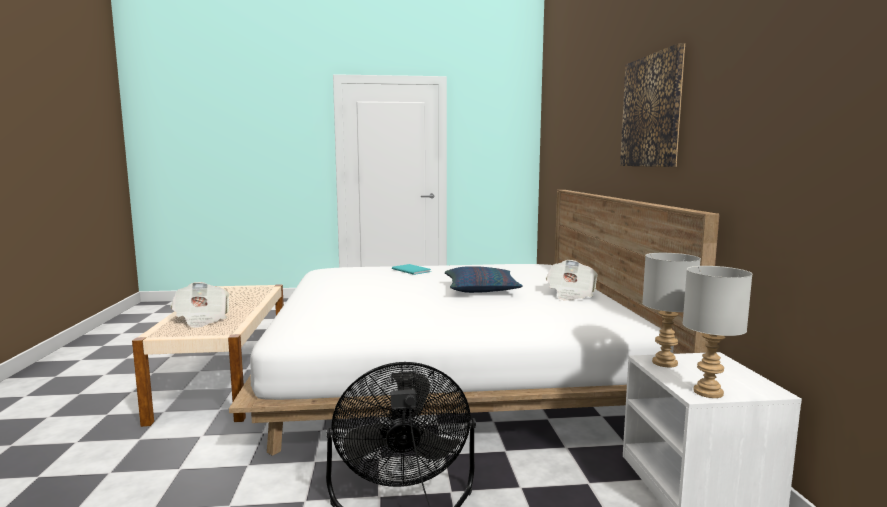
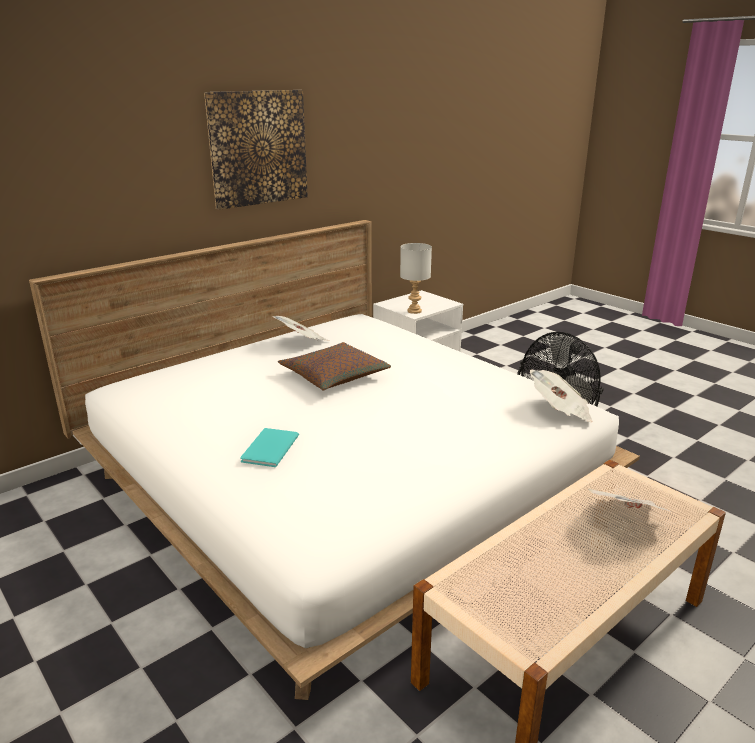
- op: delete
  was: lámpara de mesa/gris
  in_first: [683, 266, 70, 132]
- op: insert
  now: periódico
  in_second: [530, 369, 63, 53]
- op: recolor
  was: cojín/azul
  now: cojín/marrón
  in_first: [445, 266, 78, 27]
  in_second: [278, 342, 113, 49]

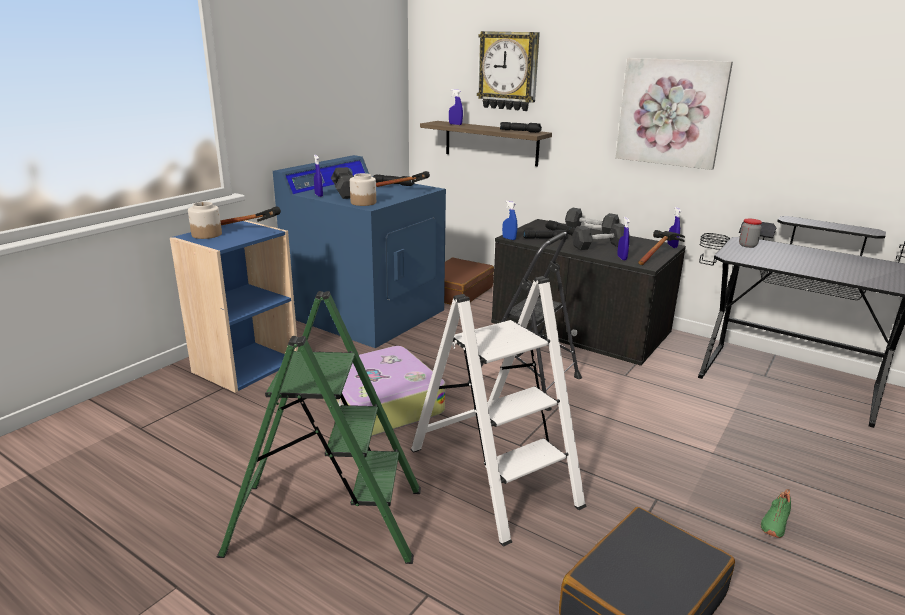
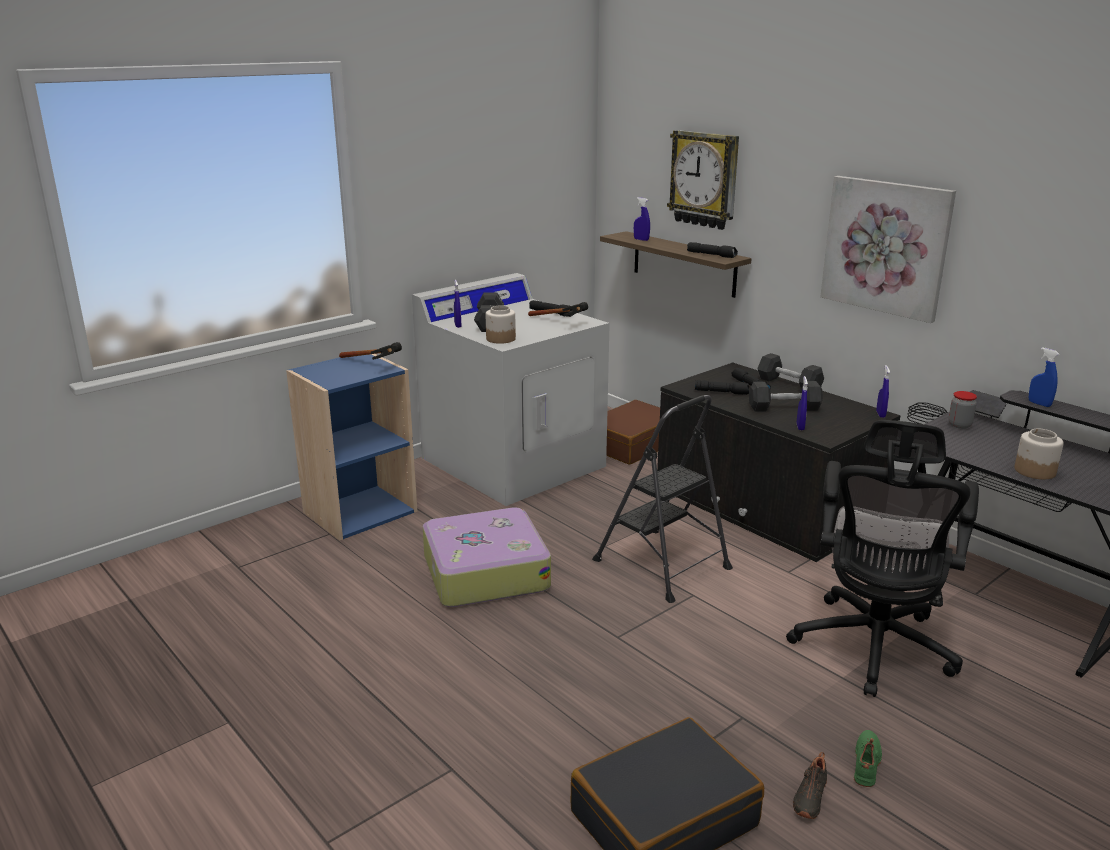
- op: delete
  was: escalera de tijera/verde
  in_first: [217, 291, 204, 273]
- op: delete
  was: escalera de tijera/blanco
  in_first: [411, 276, 175, 271]
- op: delete
  was: martillo
  in_first: [638, 230, 47, 35]
- op: insert
  now: silla de oficina
  in_second: [786, 420, 193, 277]
- op: insert
  now: zapato/negro
  in_second: [793, 752, 34, 67]
- op: move
  was: tarro
  in_first: [188, 202, 34, 37]
  in_second: [1014, 429, 50, 50]
- op: move
  was: pulverizador/azul
  in_first: [502, 201, 15, 39]
  in_second: [1029, 347, 30, 60]
- op: recolor
  was: lavadora/azul
  now: lavadora/blanco
  in_first: [273, 155, 173, 193]
  in_second: [412, 273, 198, 233]
- op: rotate
  was: zapato/verde
  in_first: [761, 489, 30, 49]
  in_second: [854, 730, 28, 57]
  clockwise: 150

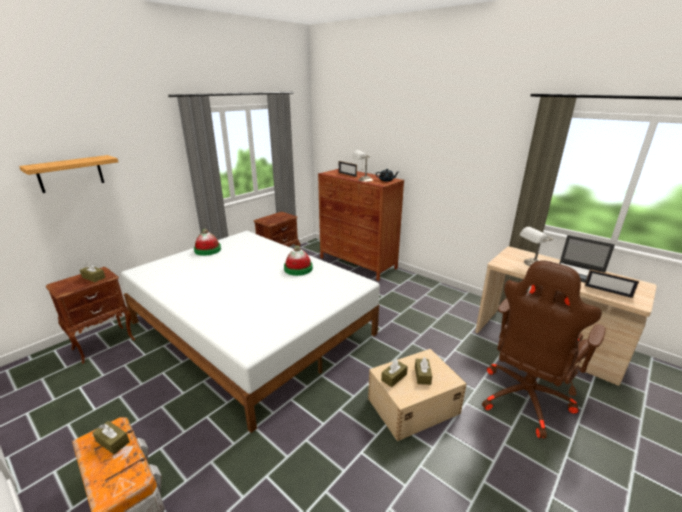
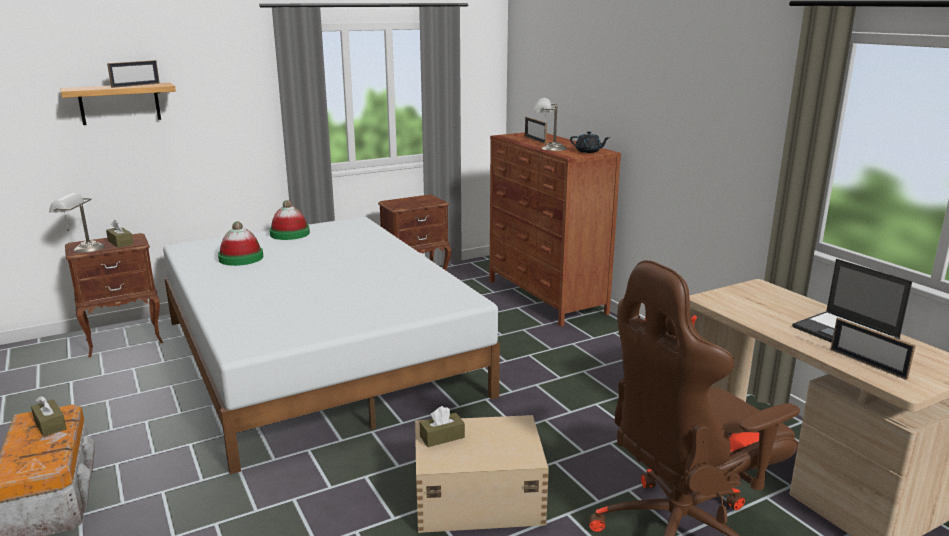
- op: delete
  was: caja de pañuelos/marrón
  in_first: [415, 357, 17, 28]
- op: insert
  now: portarretratos
  in_second: [107, 60, 53, 28]
- op: move
  was: sombrero
  in_first: [284, 245, 29, 31]
  in_second: [218, 221, 45, 45]
- op: move
  was: lámpara de mesa/blanco
  in_first: [520, 227, 33, 39]
  in_second: [49, 193, 56, 60]

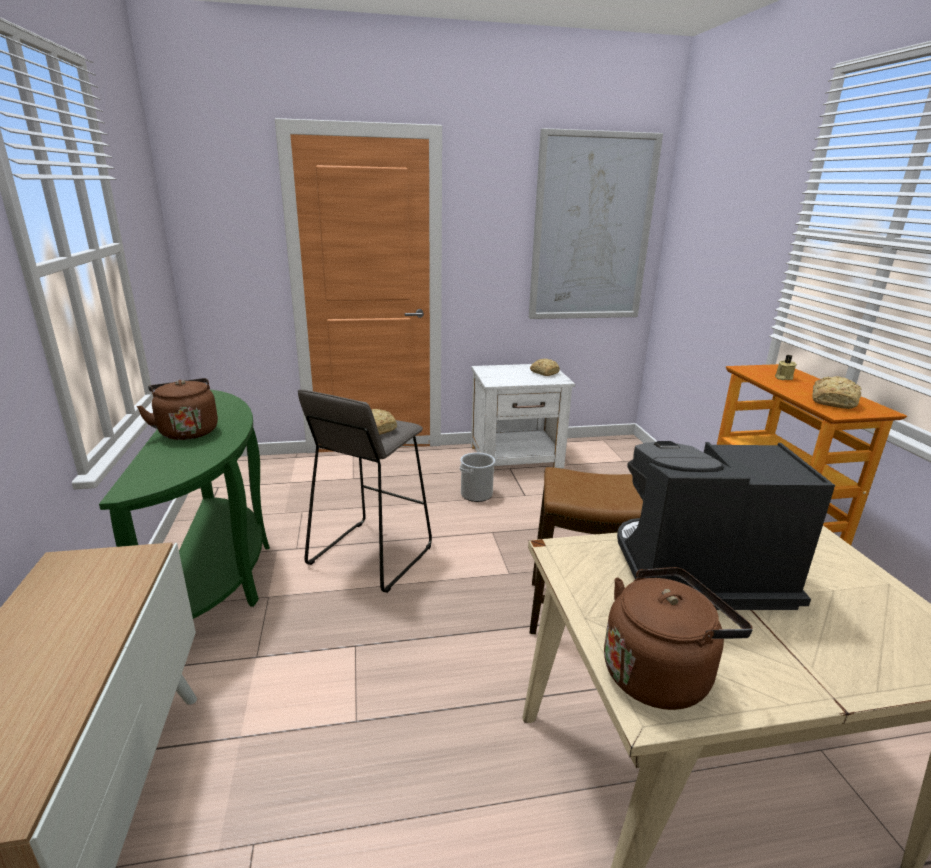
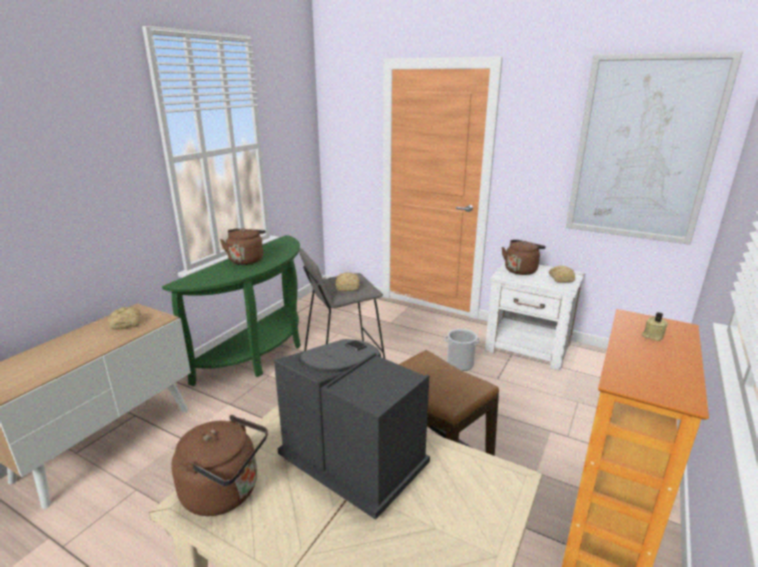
- op: insert
  now: hervidor/marrón
  in_second: [502, 240, 44, 35]
- op: move
  was: pan
  in_first: [812, 376, 49, 33]
  in_second: [108, 307, 33, 23]

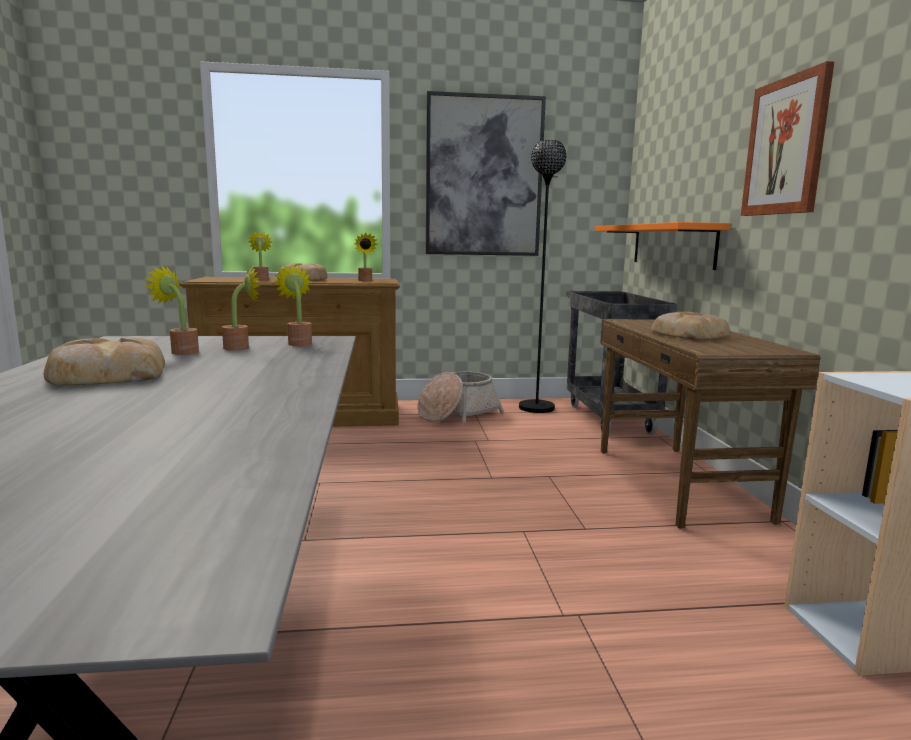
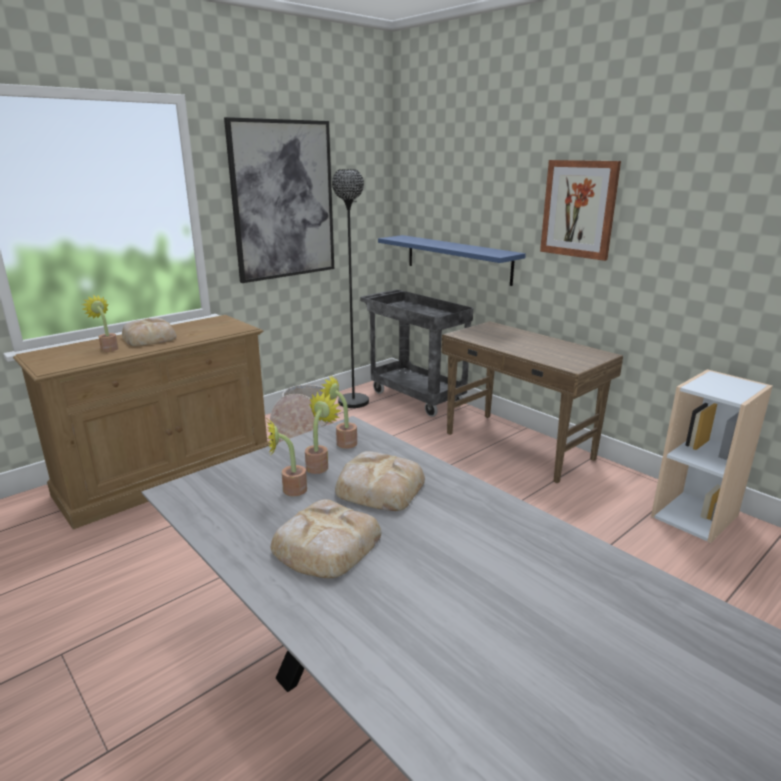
- op: delete
  was: planta en maceta
  in_first: [354, 233, 24, 48]
- op: move
  was: pan
  in_first: [651, 312, 79, 28]
  in_second: [335, 451, 90, 60]
- op: recolor
  was: estante/naranja
  now: estante/azul
  in_first: [595, 222, 135, 48]
  in_second: [378, 235, 148, 51]

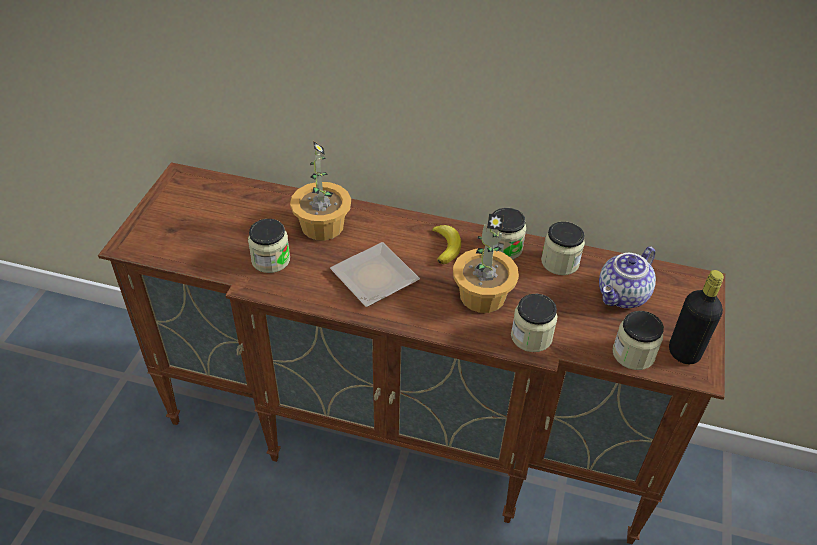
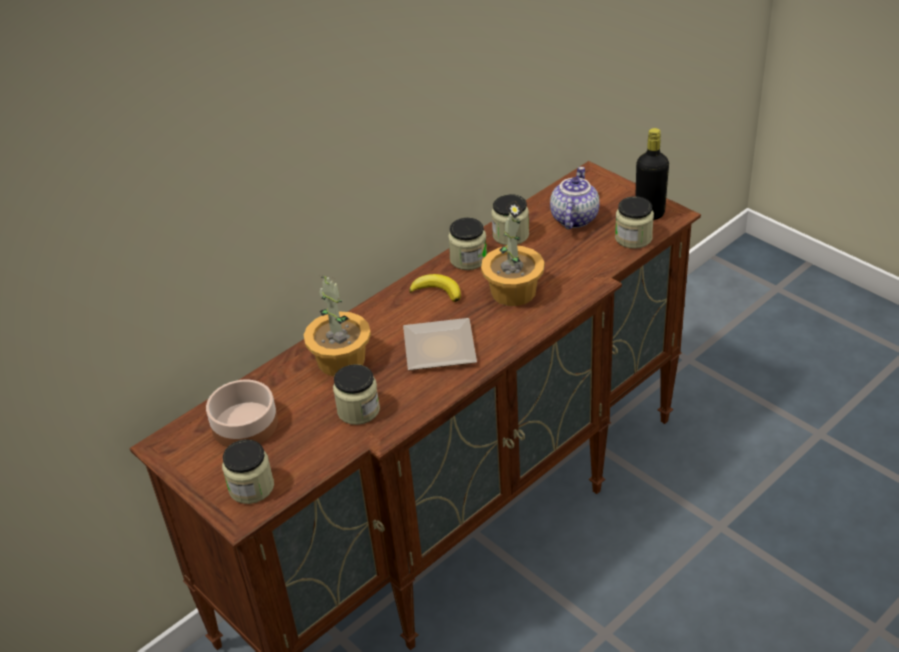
- op: insert
  now: cuenco
  in_second: [206, 380, 72, 67]
- op: move
  was: tarro
  in_first: [511, 294, 47, 58]
  in_second: [222, 439, 52, 65]
- op: rotate
  was: tetera
  in_first: [599, 247, 57, 61]
  in_second: [550, 167, 50, 62]
  clockwise: -150

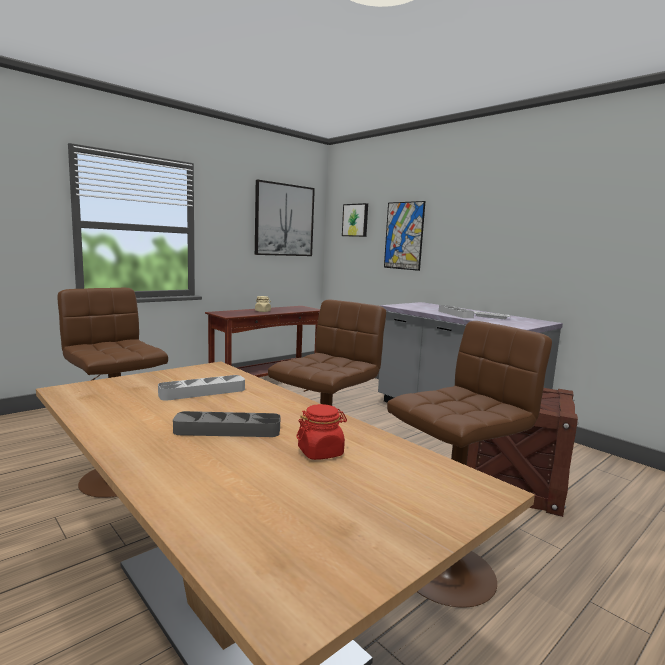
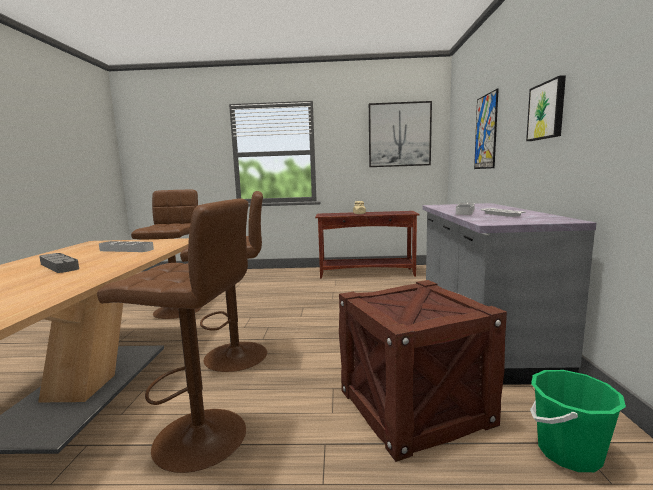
- op: delete
  was: tarro/rojo
  in_first: [296, 404, 51, 56]
- op: insert
  now: cubo/verde
  in_second: [530, 370, 96, 102]
- op: move
  was: cuadro
  in_first: [342, 203, 26, 34]
  in_second: [526, 75, 40, 66]

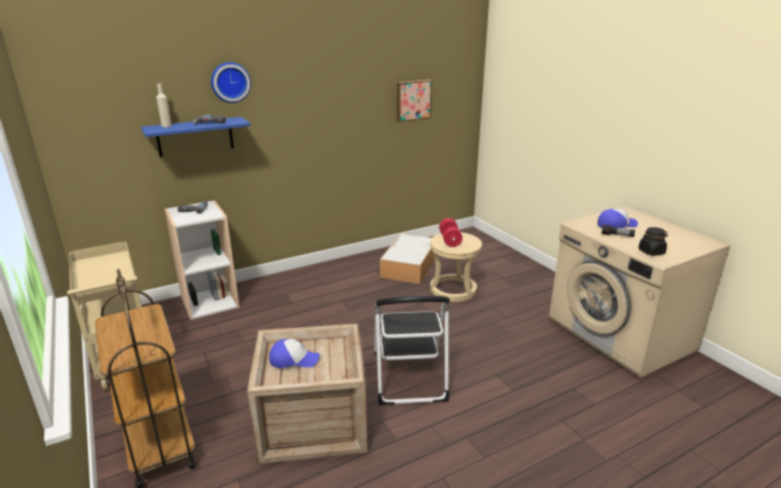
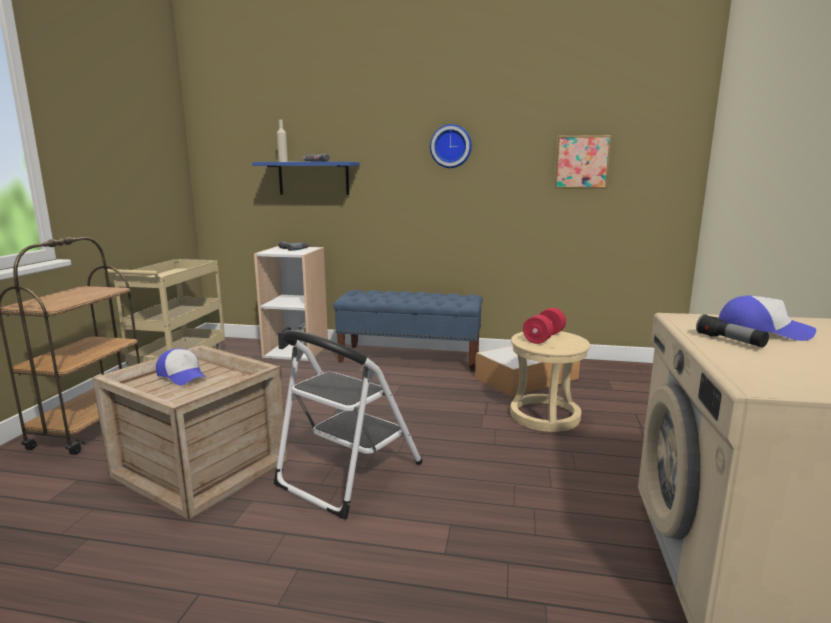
- op: delete
  was: tarro/negro
  in_first: [638, 227, 30, 29]
- op: insert
  now: banco/azul
  in_second: [333, 290, 150, 82]
- op: move
  was: reloj de pared
  in_first: [211, 62, 40, 41]
  in_second: [430, 124, 42, 44]

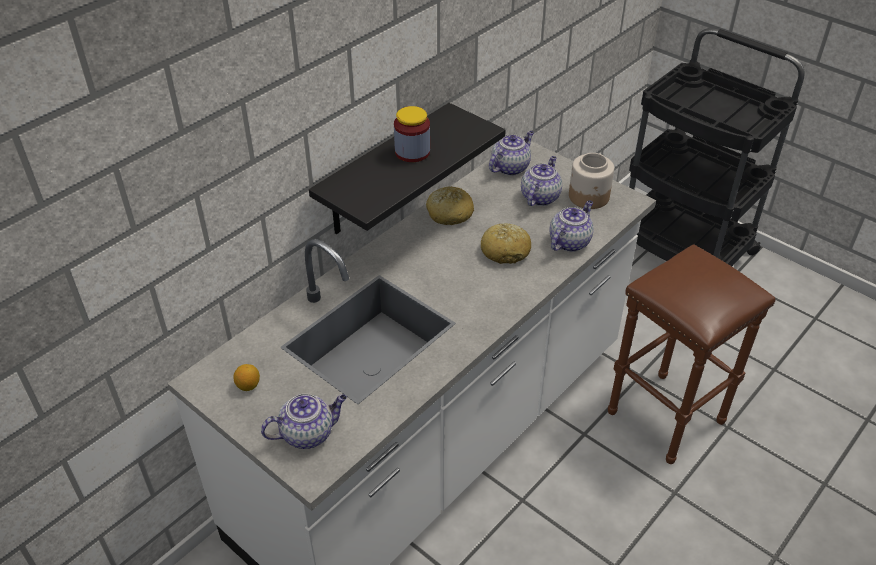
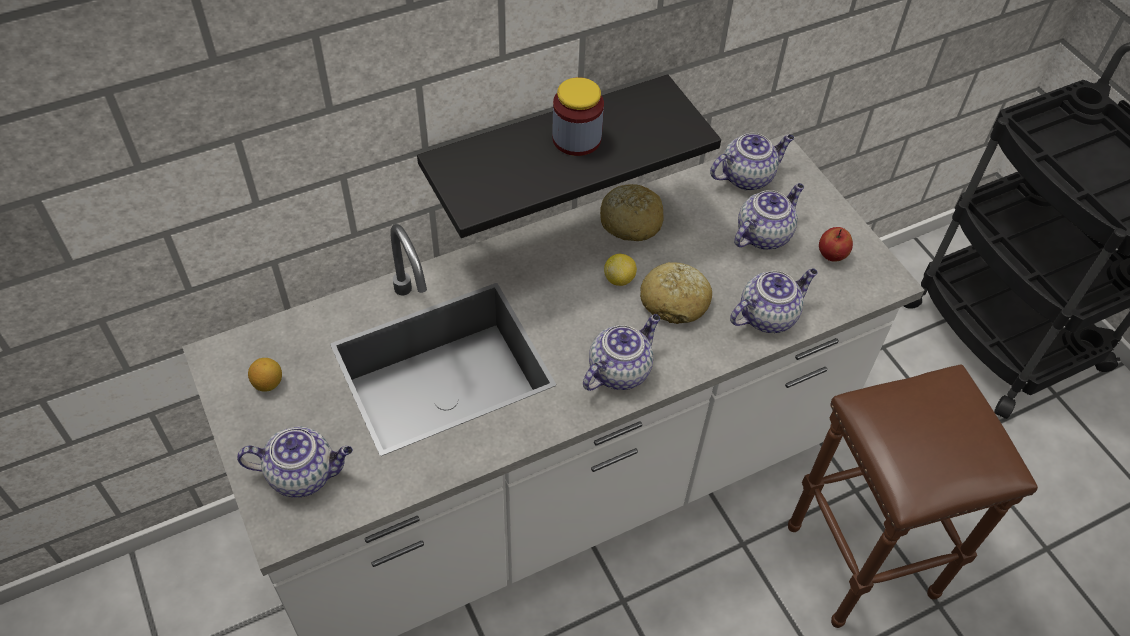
- op: insert
  now: tetera
  in_second: [583, 314, 77, 77]
- op: insert
  now: limón
  in_second: [604, 254, 33, 32]
- op: replace
  was: tarro
  now: manzana
  in_first: [569, 153, 45, 56]
  in_second: [819, 227, 34, 35]

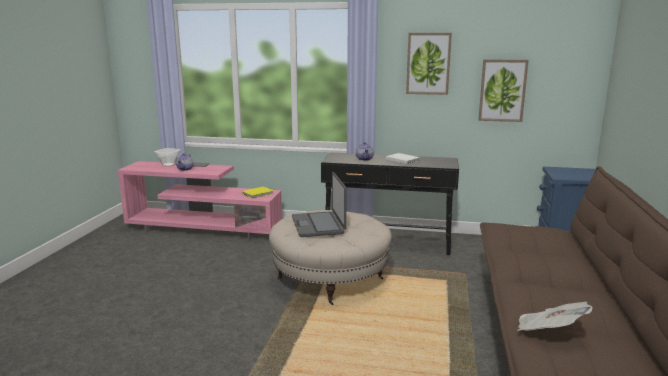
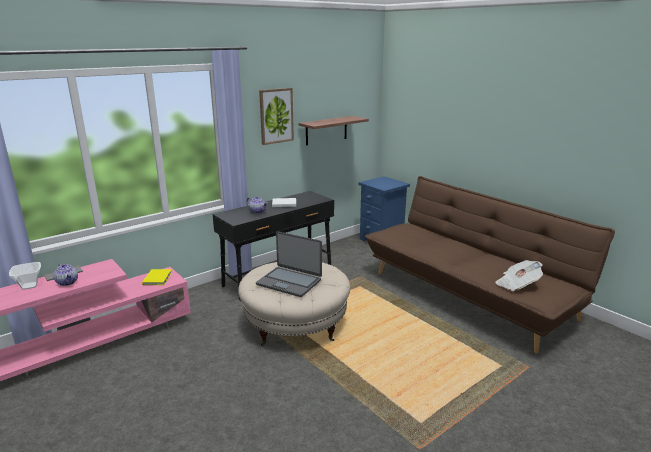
- op: replace
  was: cuadro
  now: estante
  in_first: [478, 59, 51, 63]
  in_second: [299, 116, 70, 29]

